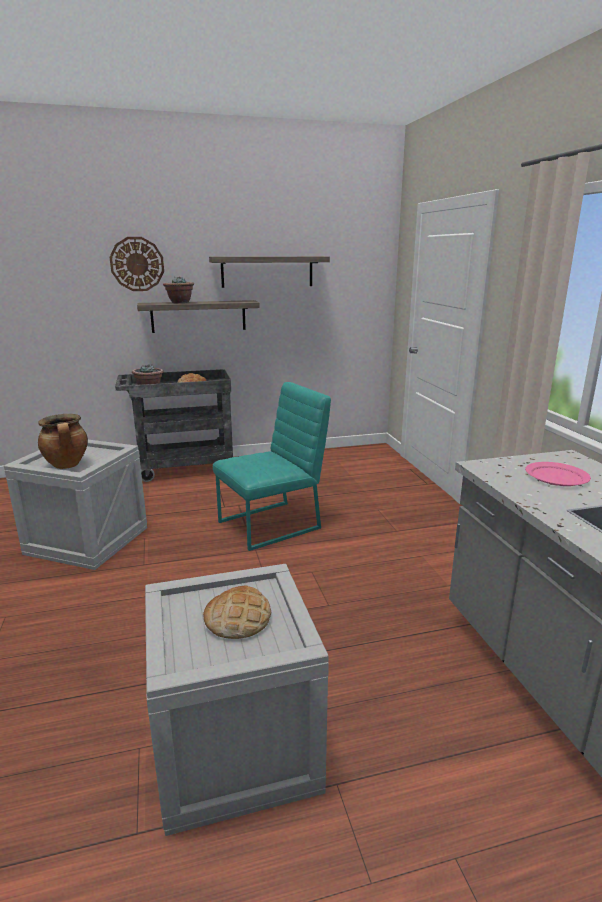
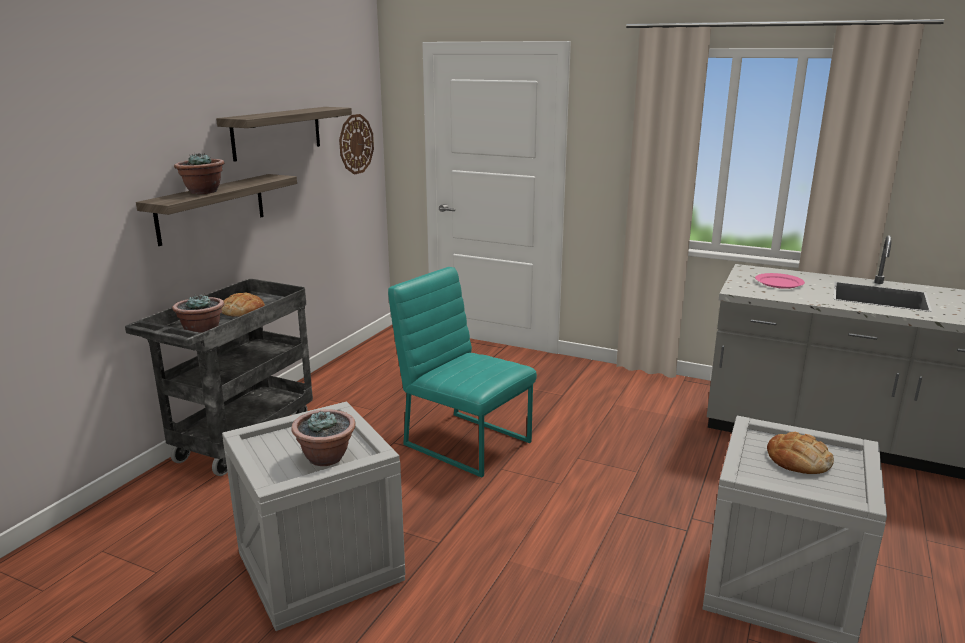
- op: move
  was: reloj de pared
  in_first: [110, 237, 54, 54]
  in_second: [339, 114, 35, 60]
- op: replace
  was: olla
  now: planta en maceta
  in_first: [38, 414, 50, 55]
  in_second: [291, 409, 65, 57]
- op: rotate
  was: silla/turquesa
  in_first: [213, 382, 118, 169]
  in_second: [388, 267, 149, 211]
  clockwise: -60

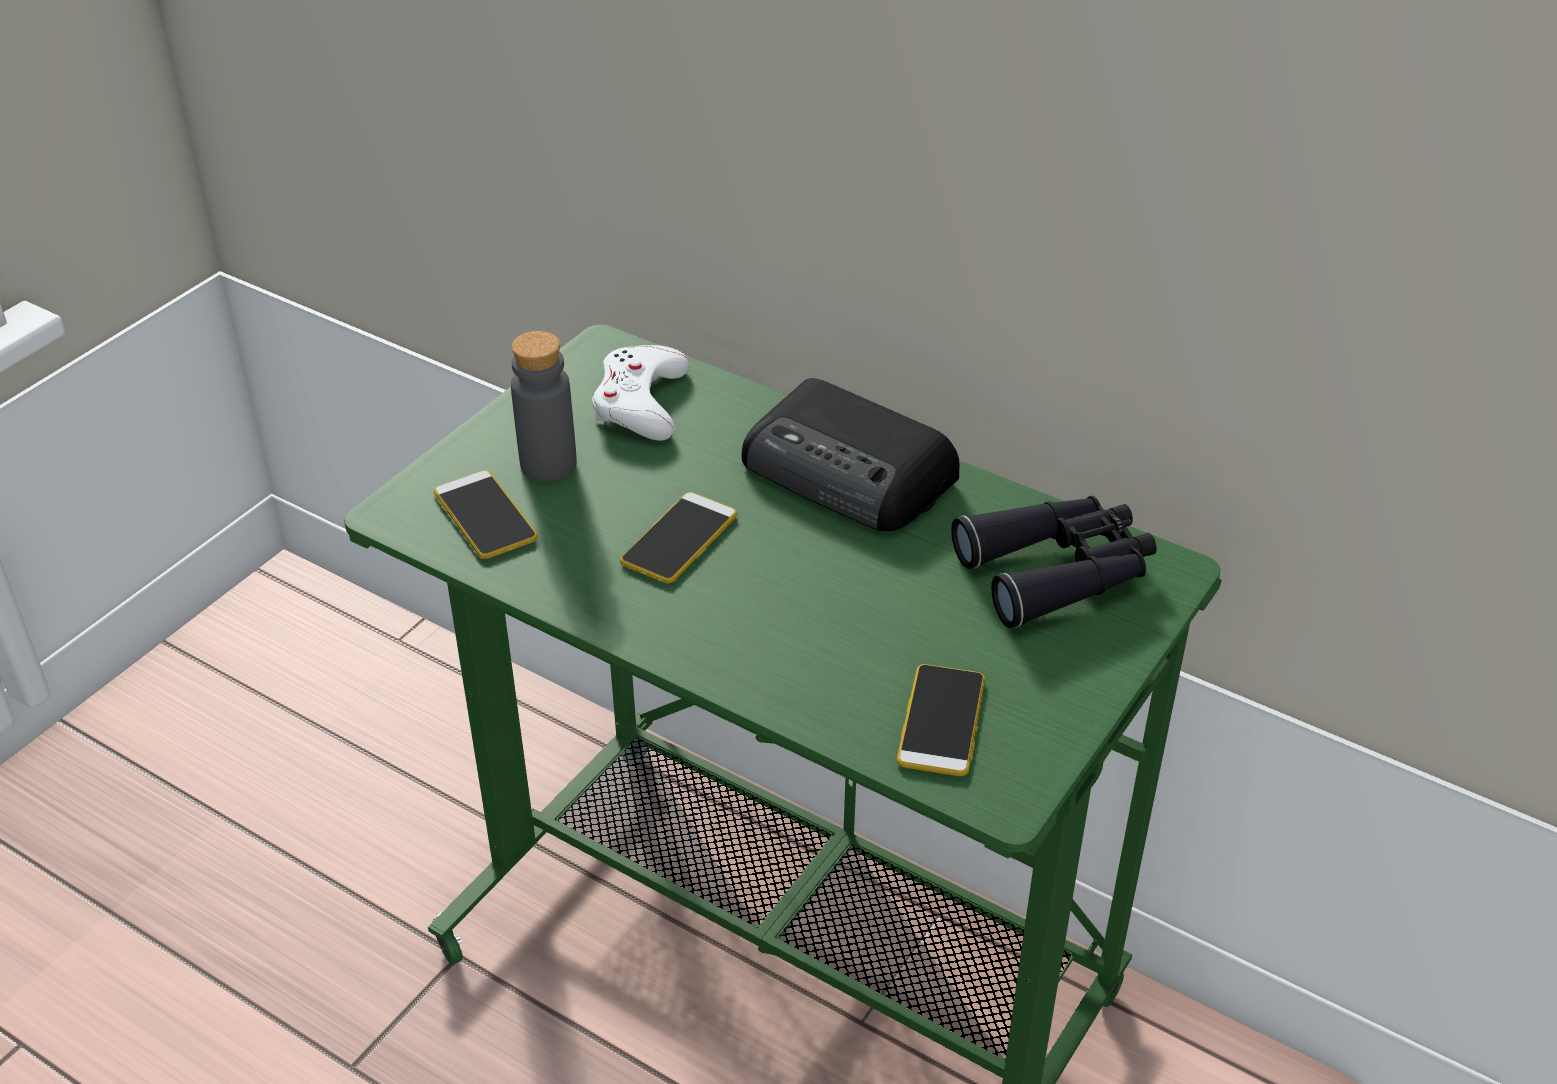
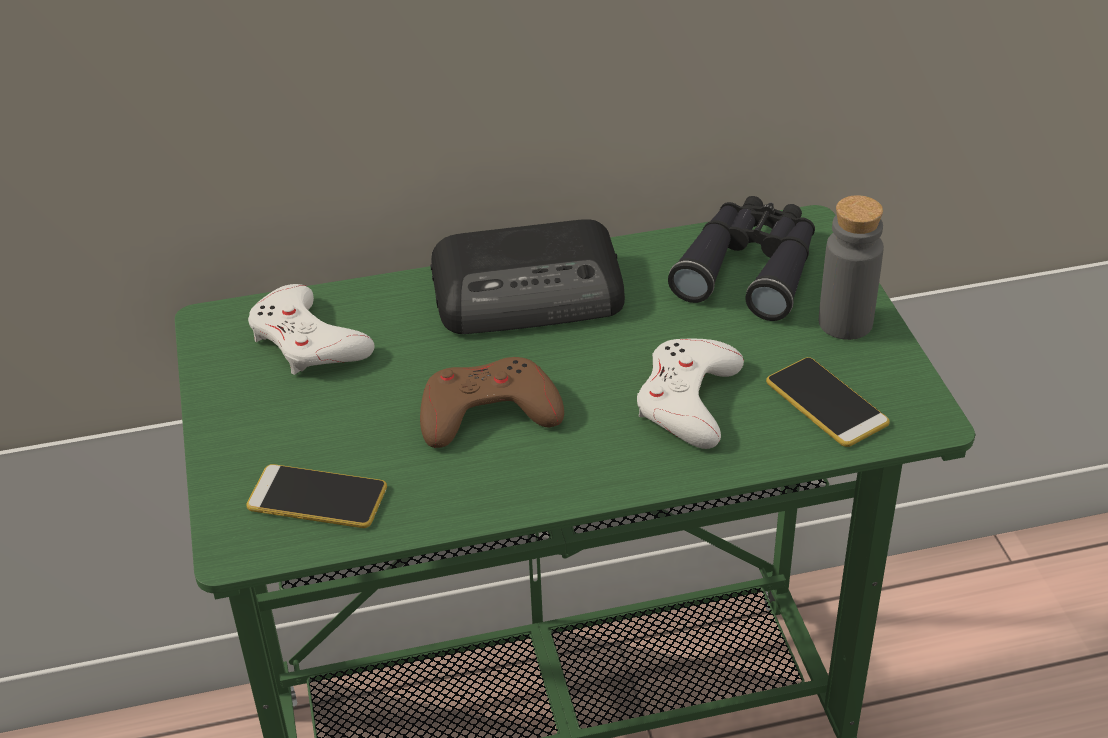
- op: insert
  now: mando de consola/blanco
  in_second: [637, 339, 107, 110]
- op: move
  was: botella/gris
  in_first: [511, 331, 66, 151]
  in_second: [819, 195, 65, 145]
- op: replace
  was: móvil
  now: mando de consola/marrón
  in_first: [620, 492, 117, 91]
  in_second: [420, 357, 144, 91]

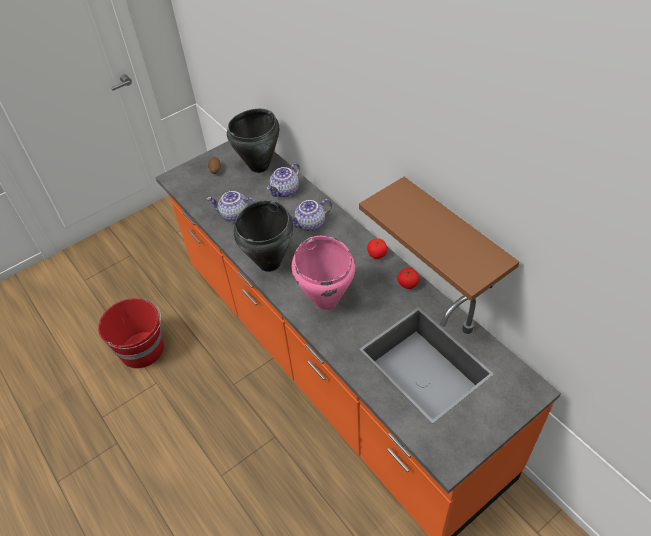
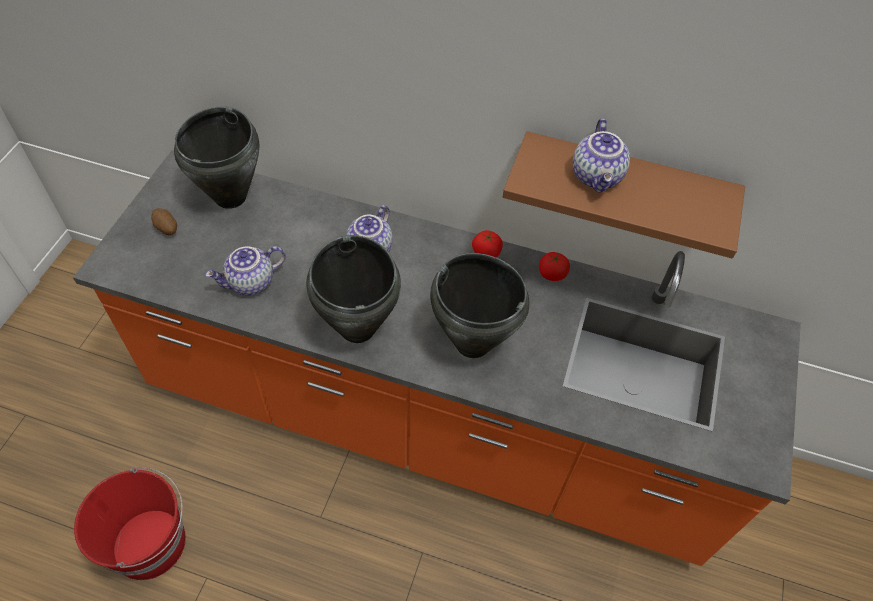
- op: move
  was: tetera
  in_first: [266, 163, 34, 34]
  in_second: [573, 118, 57, 75]
- op: recolor
  was: olla/rosa
  now: olla/negro
  in_first: [292, 236, 63, 74]
  in_second: [430, 253, 99, 105]

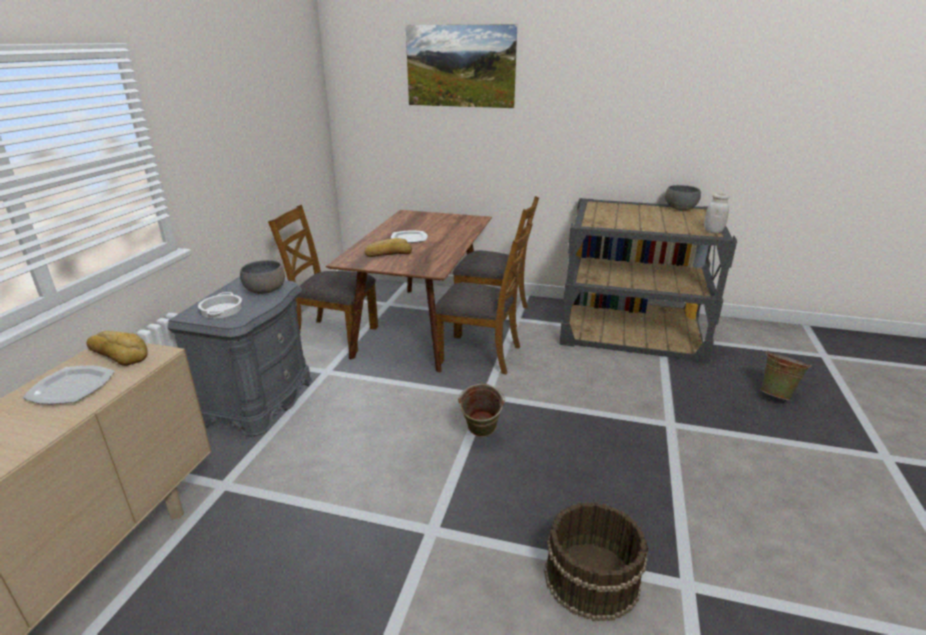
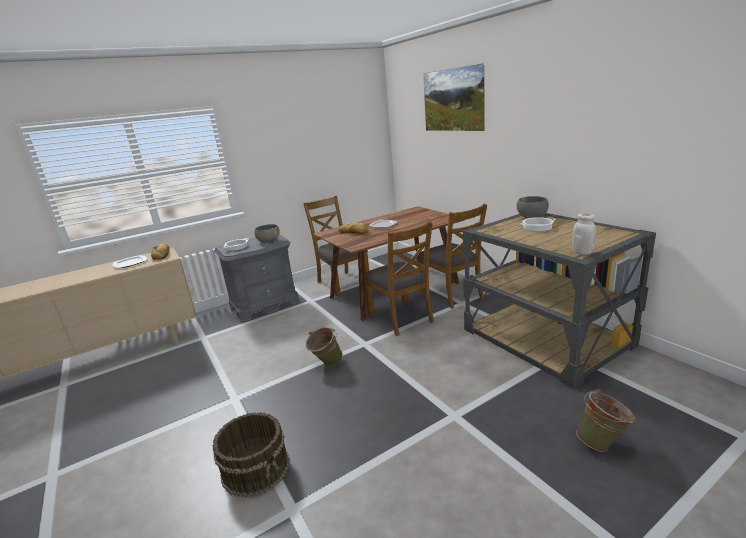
- op: insert
  now: olla
  in_second: [521, 217, 35, 14]
- op: move
  was: cuenco/gris
  in_first: [665, 185, 36, 26]
  in_second: [517, 196, 32, 22]

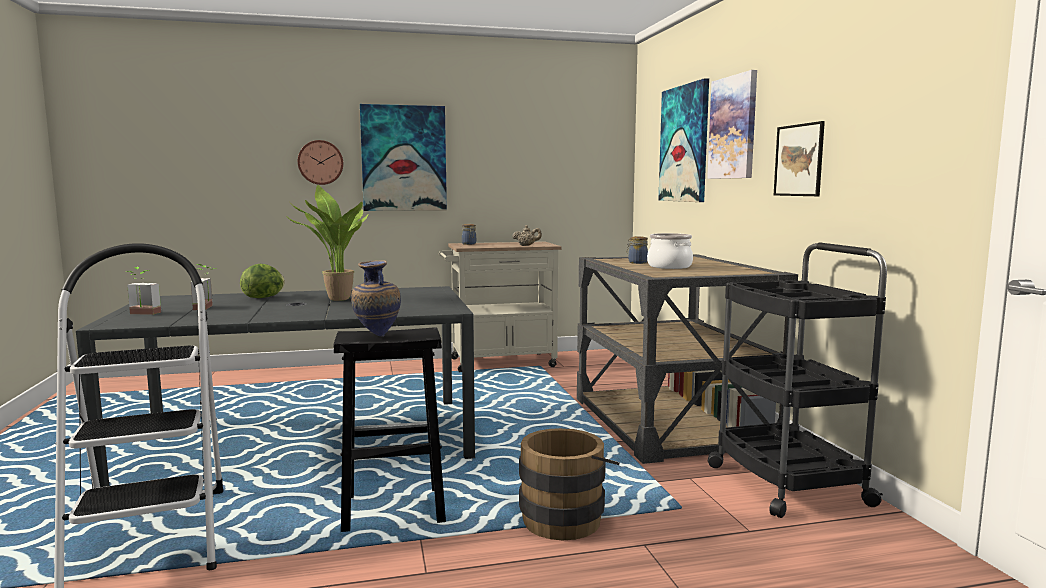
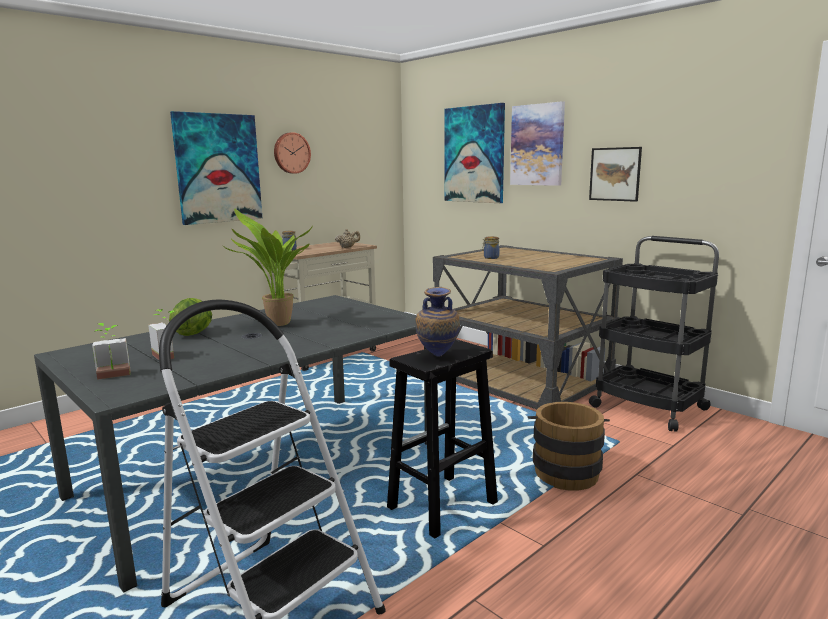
- op: delete
  was: olla
  in_first: [647, 233, 46, 36]
- op: move
  was: reloj de pared
  in_first: [298, 140, 45, 45]
  in_second: [274, 132, 37, 42]

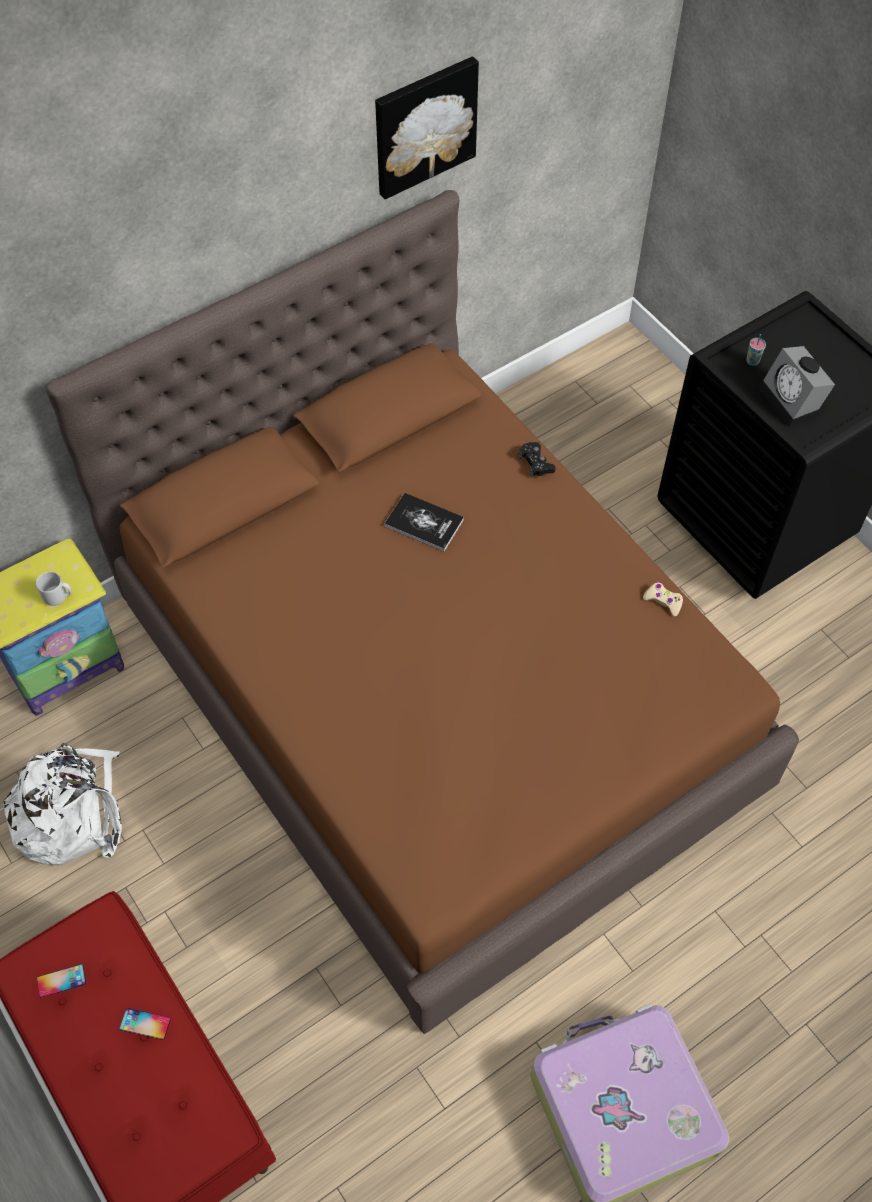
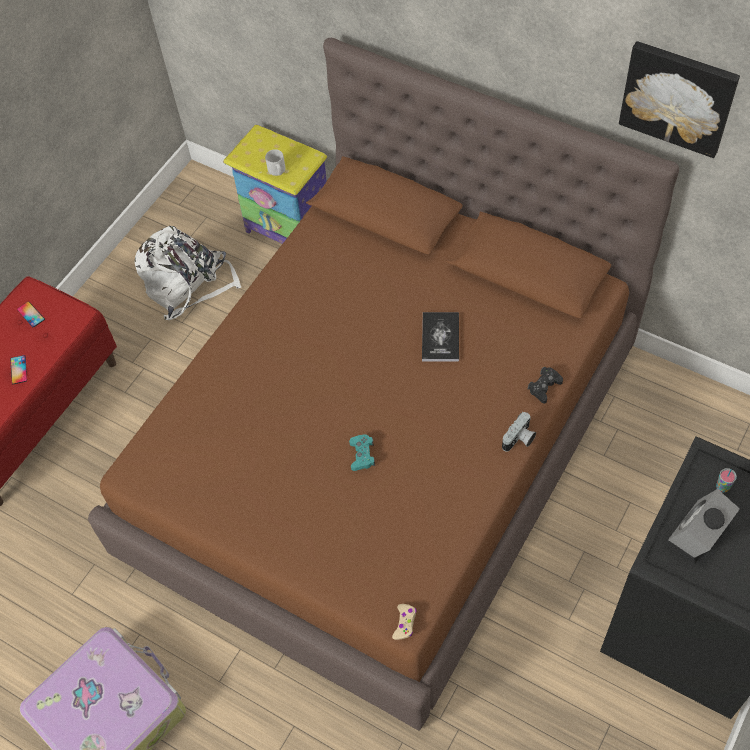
- op: insert
  now: mando de consola/turquesa
  in_second: [349, 434, 26, 37]
- op: insert
  now: cámara
  in_second: [502, 412, 34, 40]
- op: move
  was: mando de consola/beis
  in_first: [643, 582, 40, 34]
  in_second: [392, 604, 25, 36]

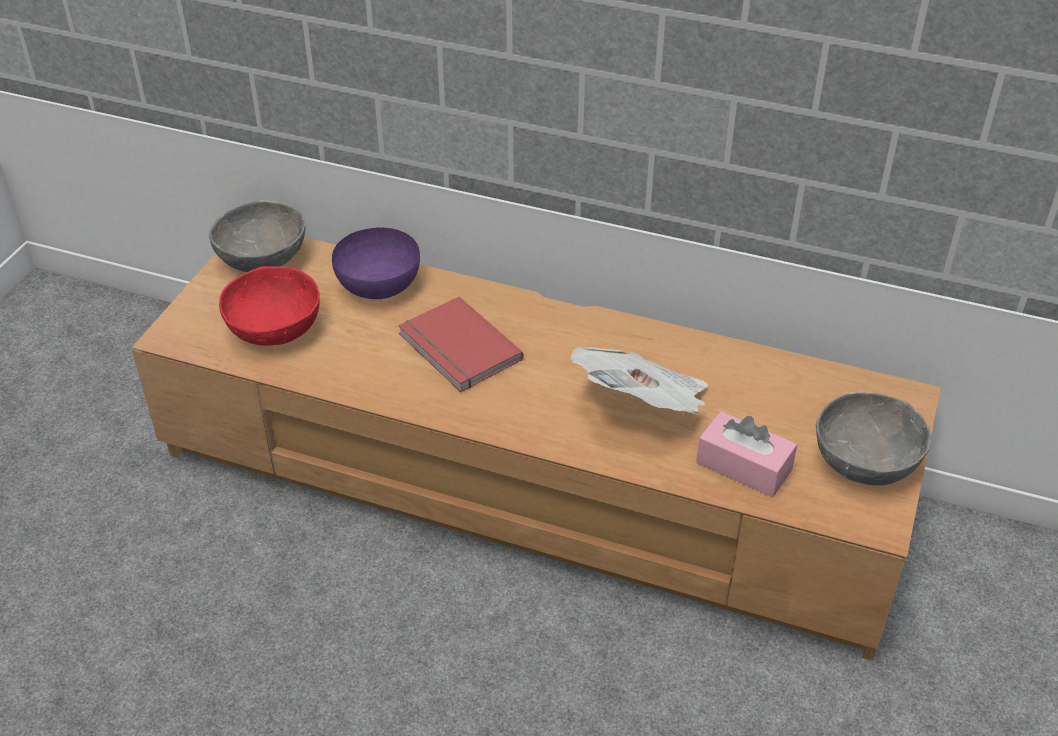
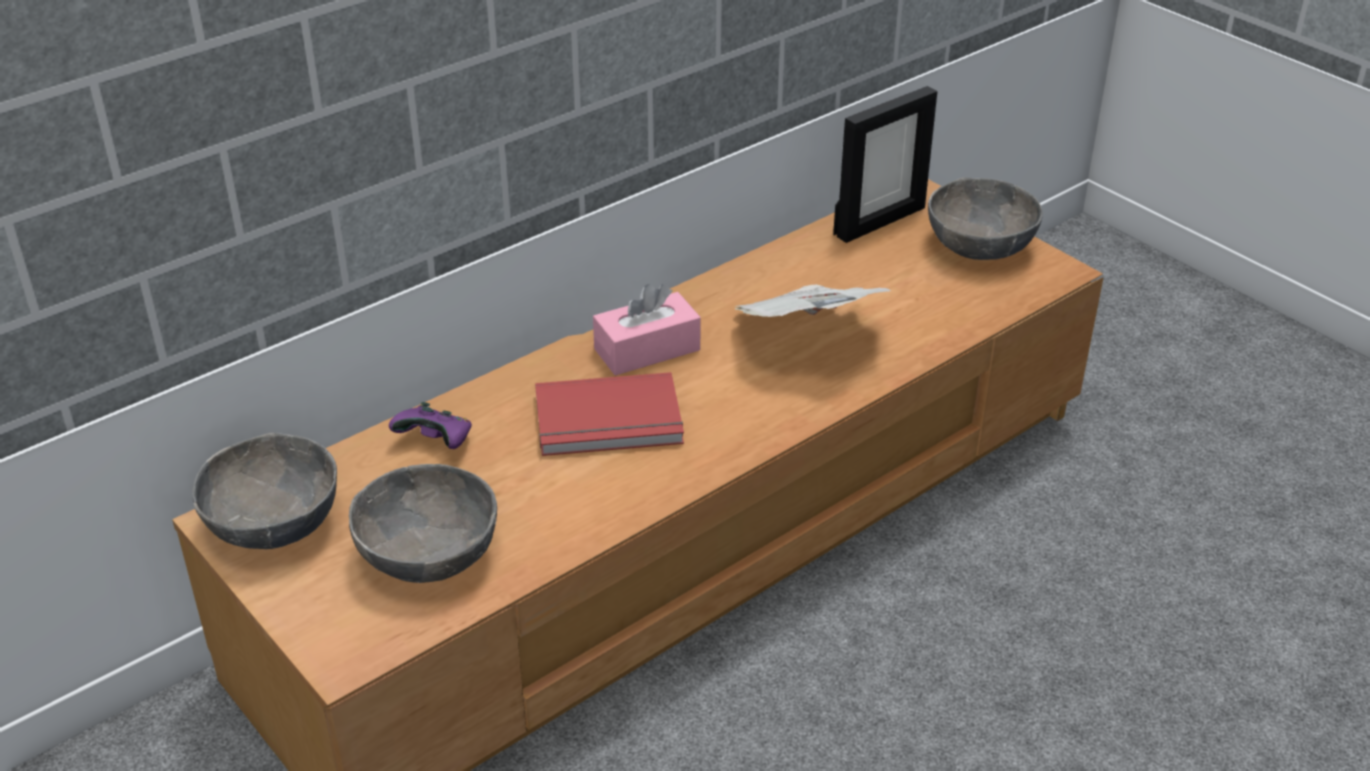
- op: insert
  now: portarretratos
  in_second: [833, 86, 104, 157]
- op: move
  was: caja de pañuelos/rosa
  in_first: [696, 411, 101, 86]
  in_second: [593, 284, 108, 92]
- op: replace
  was: cuenco/morado
  now: mando de consola/morado
  in_first: [332, 228, 88, 71]
  in_second: [389, 402, 83, 47]
- op: recolor
  was: cuenco/rojo
  now: cuenco/gris
  in_first: [219, 266, 101, 80]
  in_second: [349, 464, 148, 119]

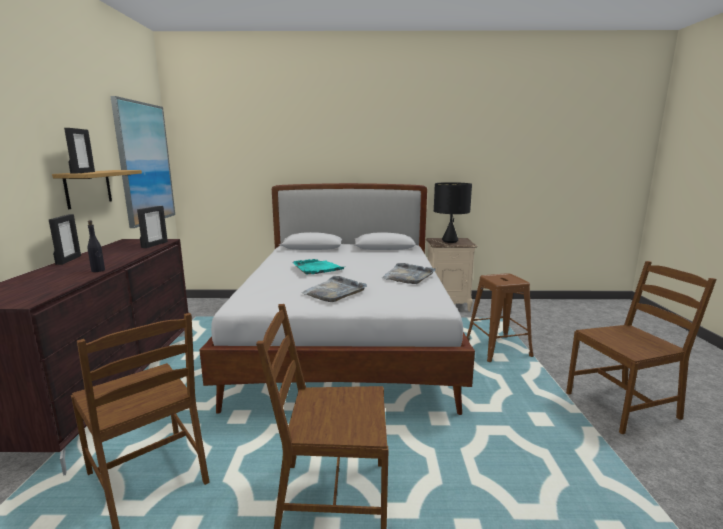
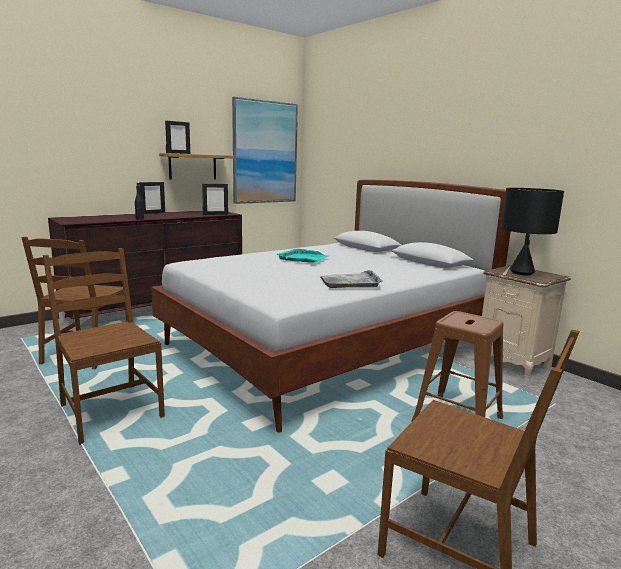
- op: delete
  was: bandeja/gris
  in_first: [301, 276, 66, 26]

